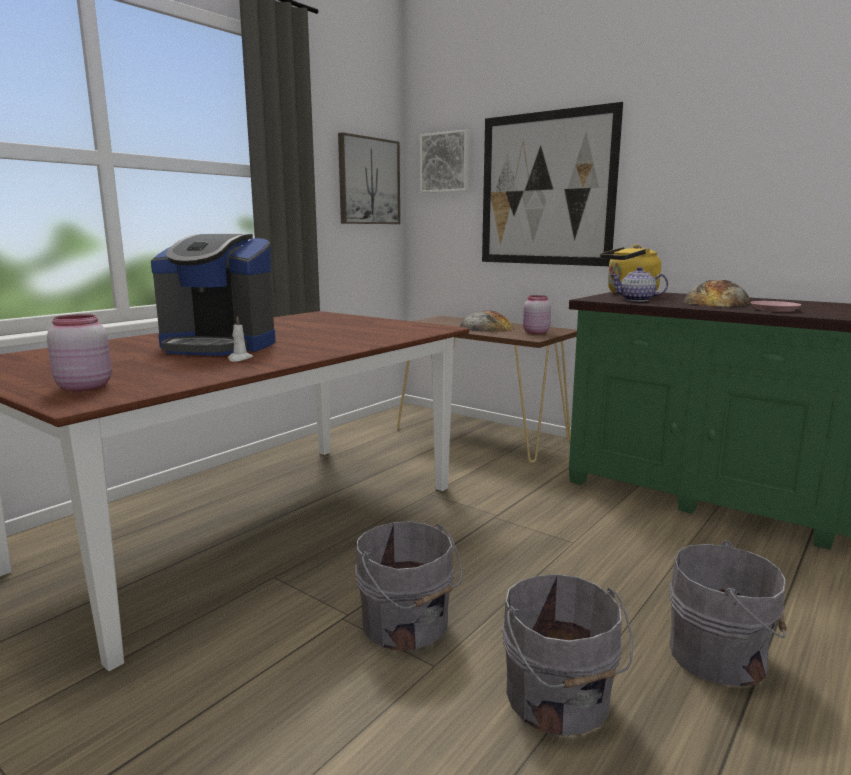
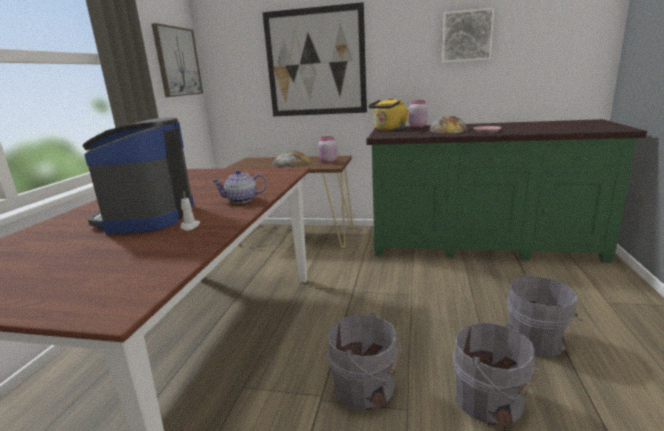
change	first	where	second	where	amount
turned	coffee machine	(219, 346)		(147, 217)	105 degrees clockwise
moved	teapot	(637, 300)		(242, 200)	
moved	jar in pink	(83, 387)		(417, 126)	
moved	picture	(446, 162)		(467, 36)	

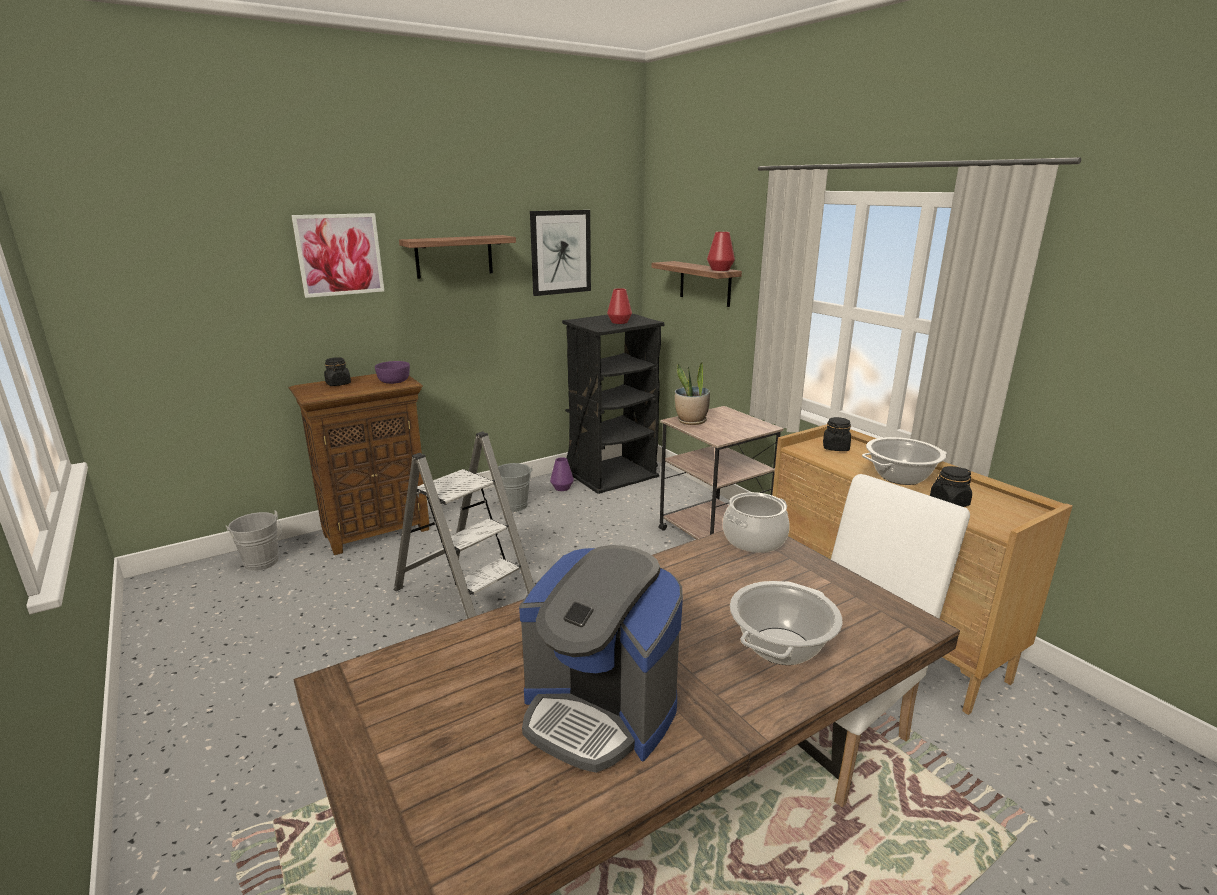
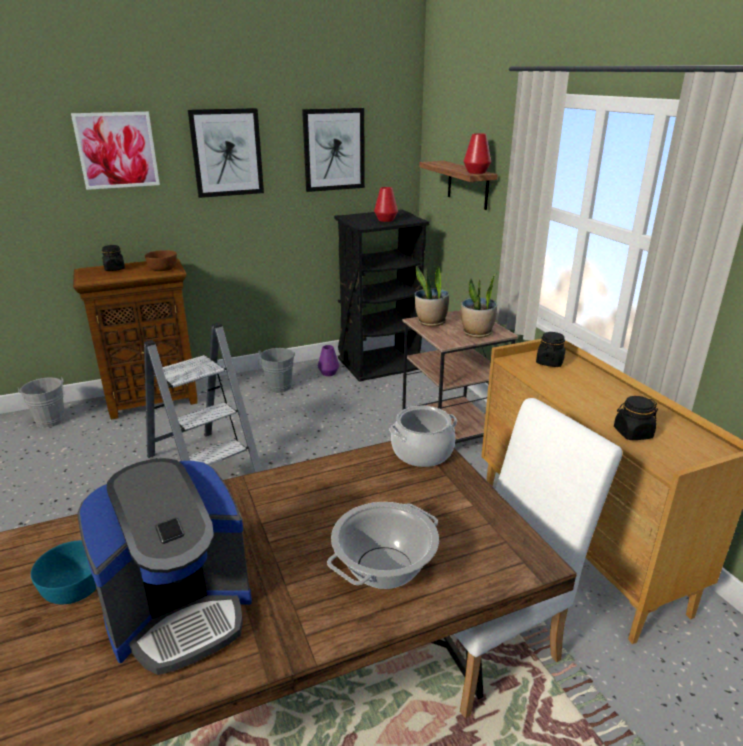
change	first	where	second	where	amount
added			bowl in turquoise	(74, 587)	
turned	coffee machine	(599, 711)		(180, 611)	75 degrees counterclockwise
recoloured	bowl in purple	(394, 381)	bowl in brown	(163, 268)	
replaced	shelf	(454, 256)	picture	(227, 153)	
added			potted plant	(477, 333)	
removed	cooking pot	(900, 477)			

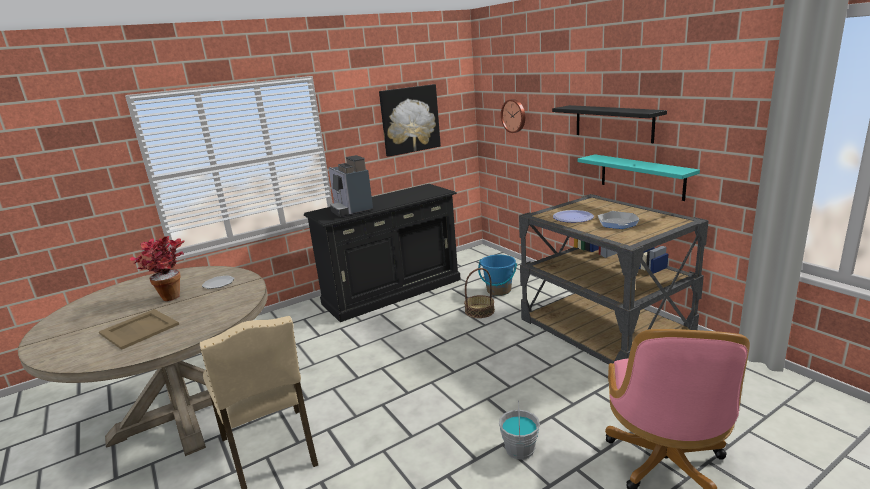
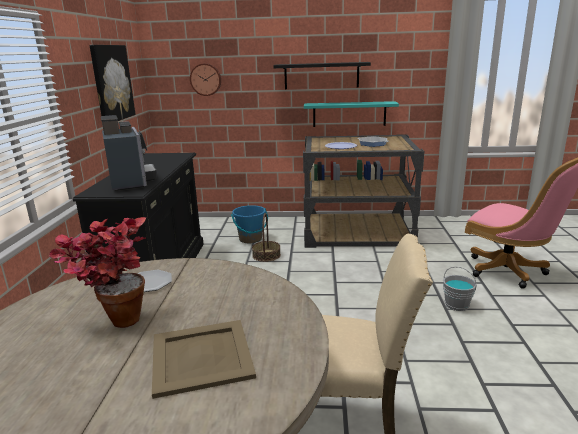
change	first	where	second	where	amount
turned	coffee machine	(351, 209)		(132, 182)	120 degrees counterclockwise

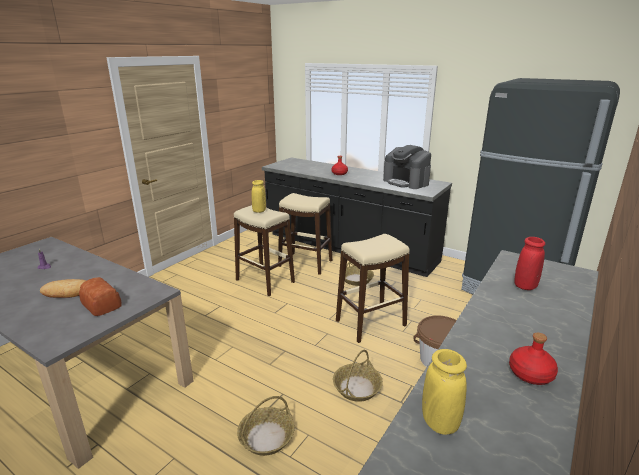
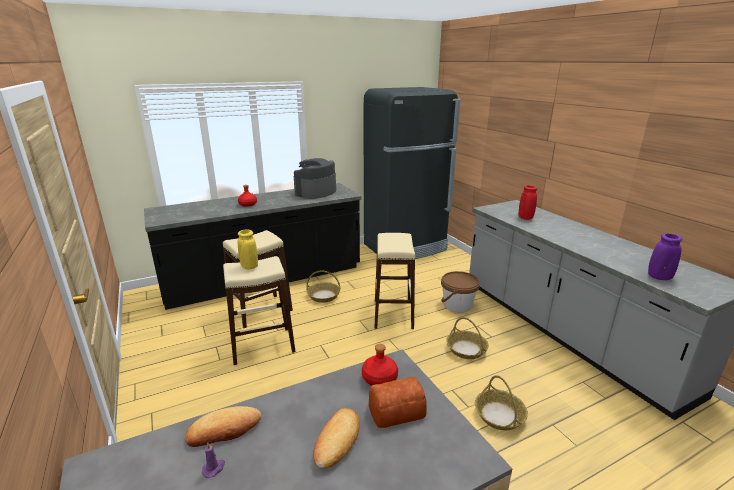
change	first	where	second	where	amount
added			bread	(224, 430)	
turned	coffee machine	(406, 182)		(316, 192)	135 degrees clockwise
moved	bottle in red	(530, 374)		(379, 378)	
recoloured	vase in yellow	(439, 422)	vase in purple	(659, 277)	

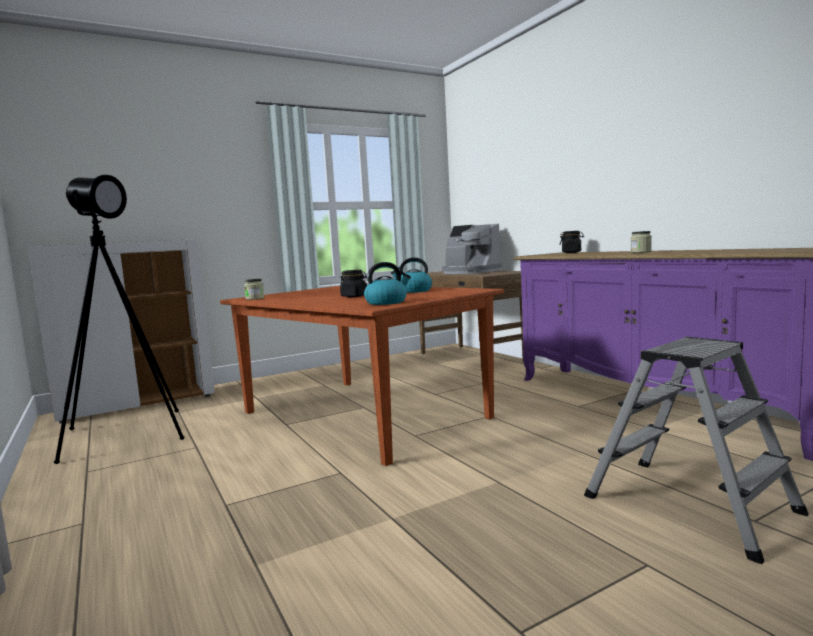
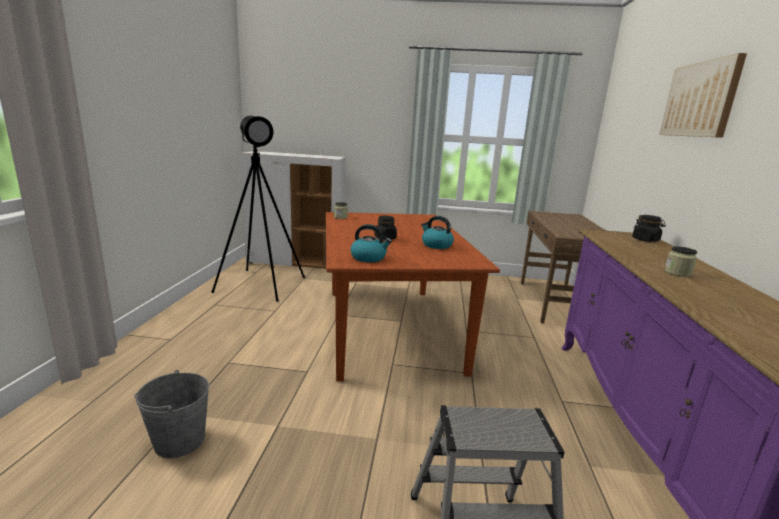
change	first	where	second	where	amount
added			bucket in grey	(179, 441)	
added			picture	(700, 100)	
removed	coffee machine	(469, 272)			

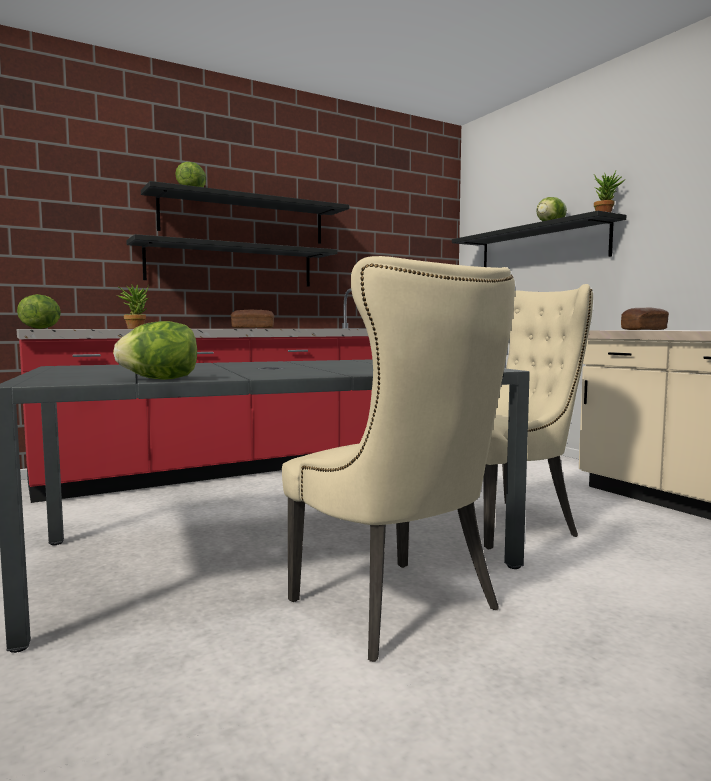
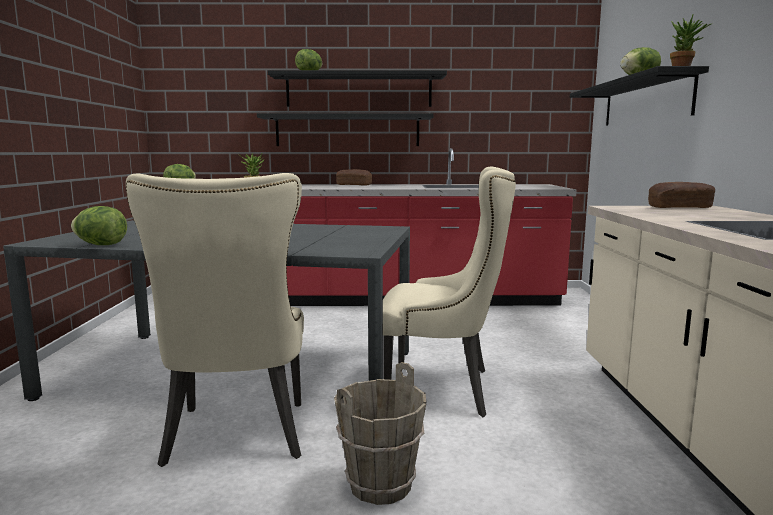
change	first	where	second	where	amount
added			bucket in brown	(381, 485)	

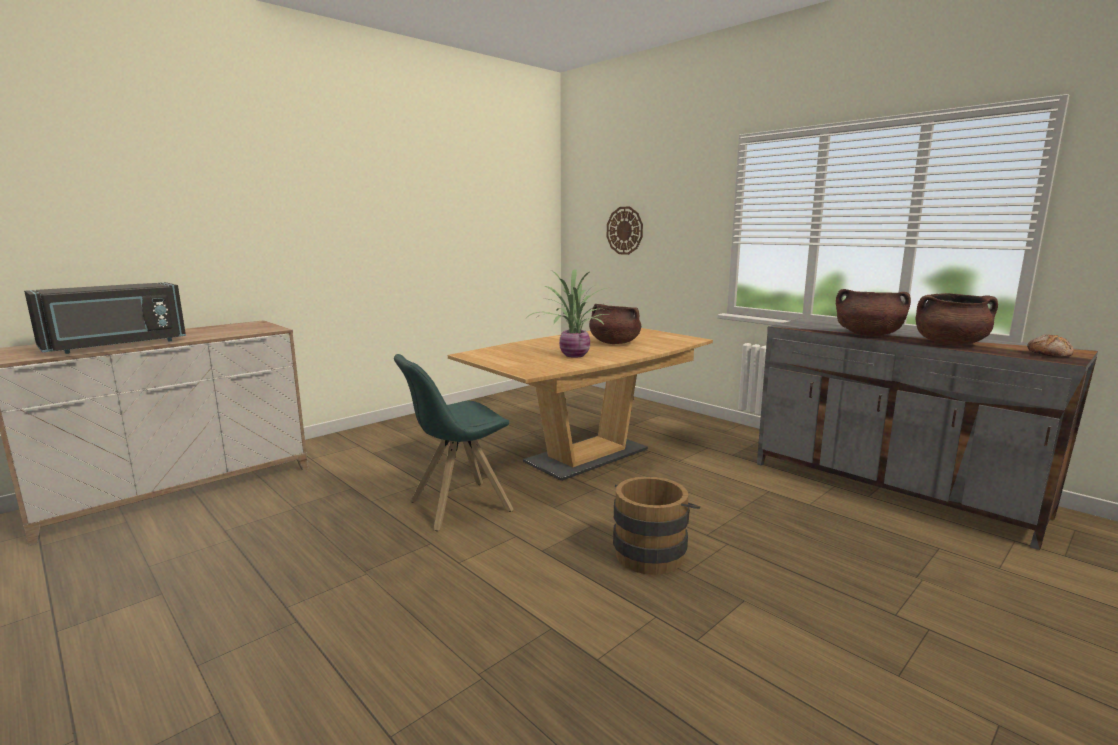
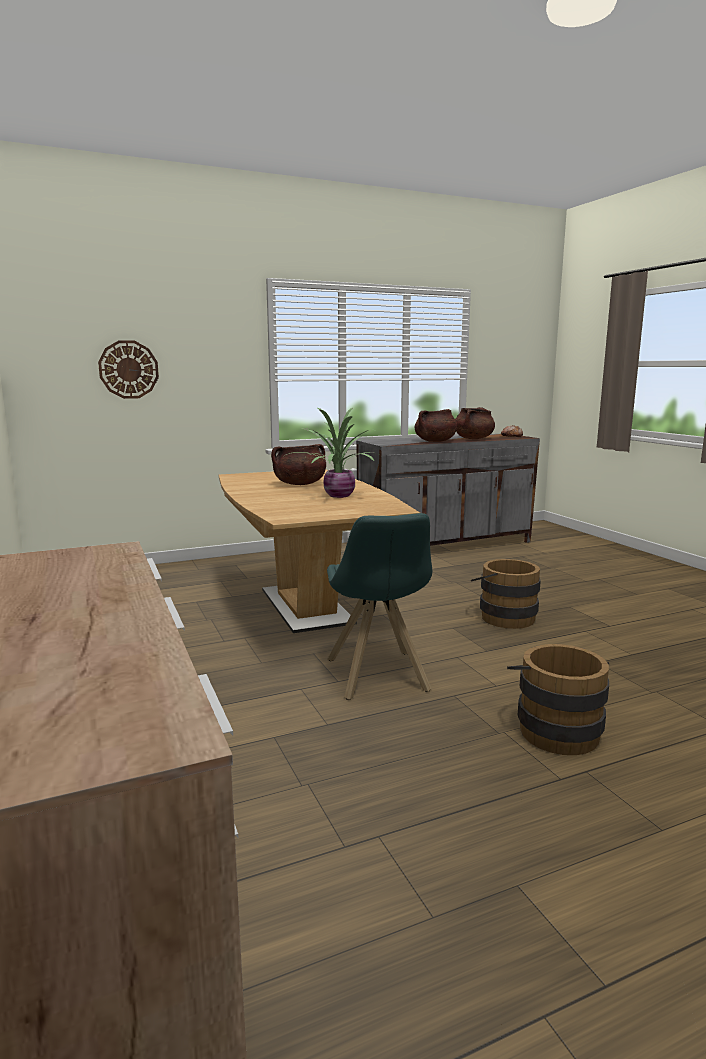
change	first	where	second	where	amount
added			bucket in brown	(555, 729)	
removed	microwave in black	(116, 346)			

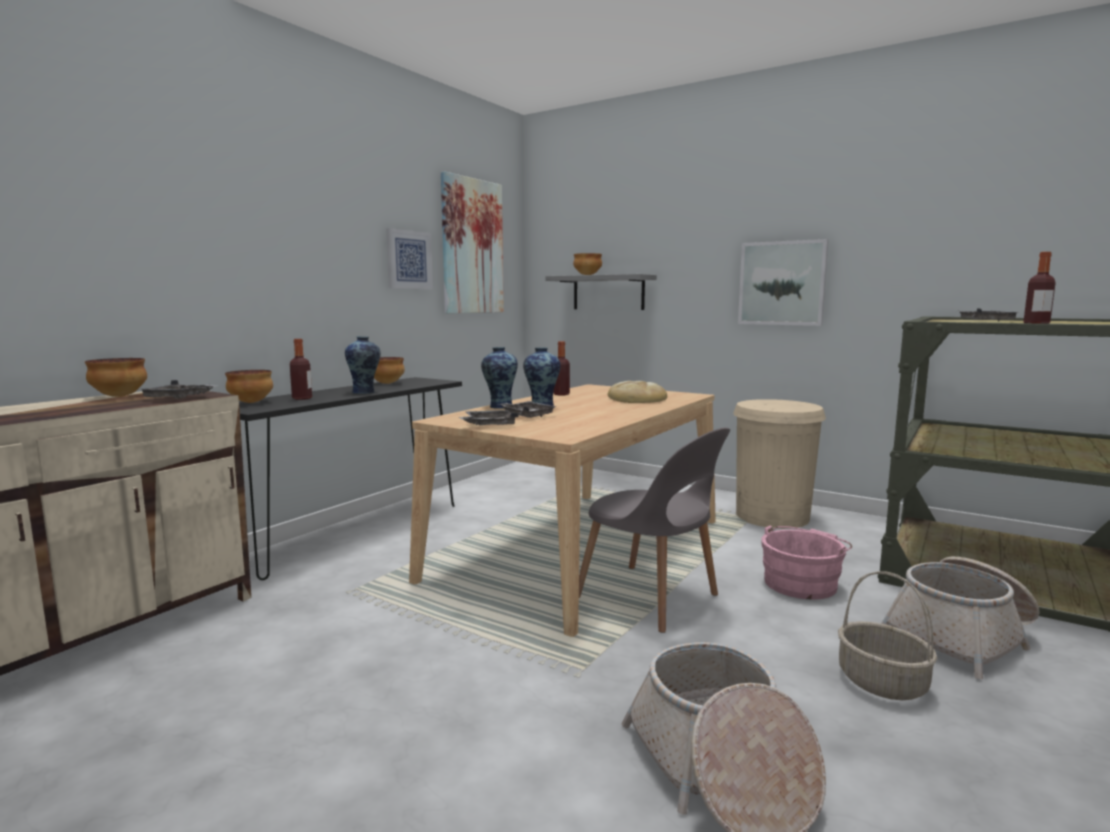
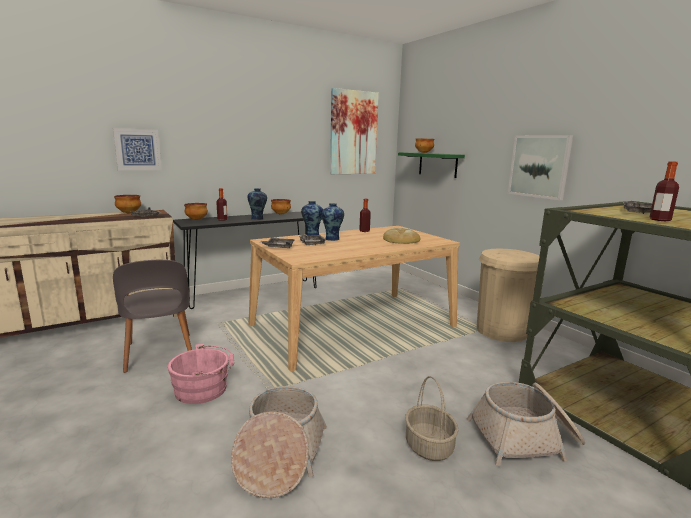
change	first	where	second	where	amount
moved	picture	(409, 260)		(137, 149)	
moved	chair in grey	(651, 598)		(159, 354)	
moved	bucket in pink	(802, 583)		(204, 389)	
recoloured	shelf in grey	(608, 292)	shelf in green	(437, 164)	

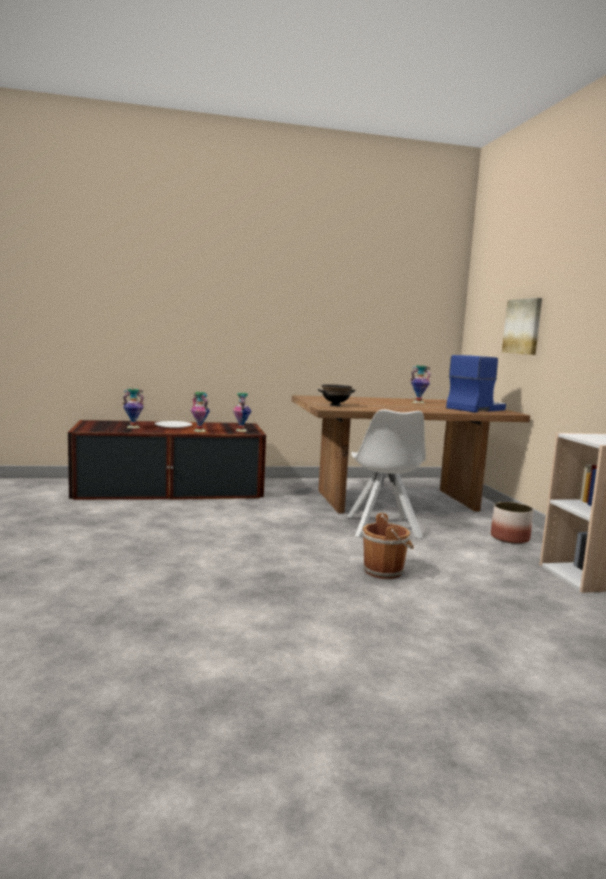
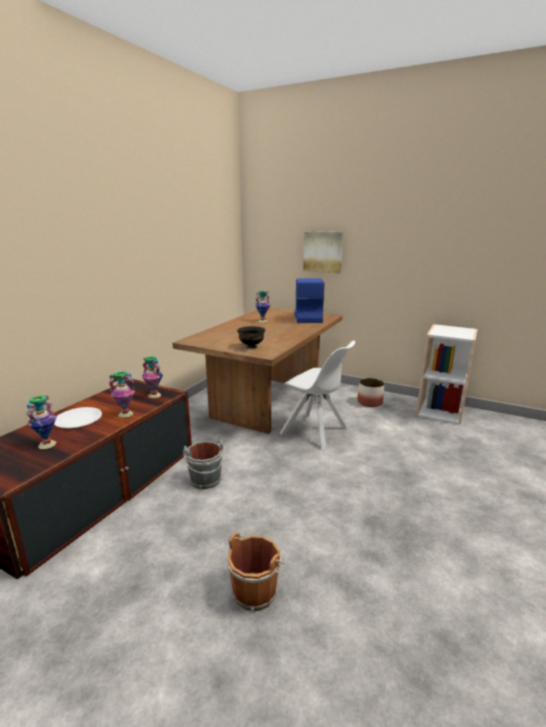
change	first	where	second	where	amount
added			bucket in grey	(206, 480)	
moved	bucket in brown	(385, 571)		(255, 590)	

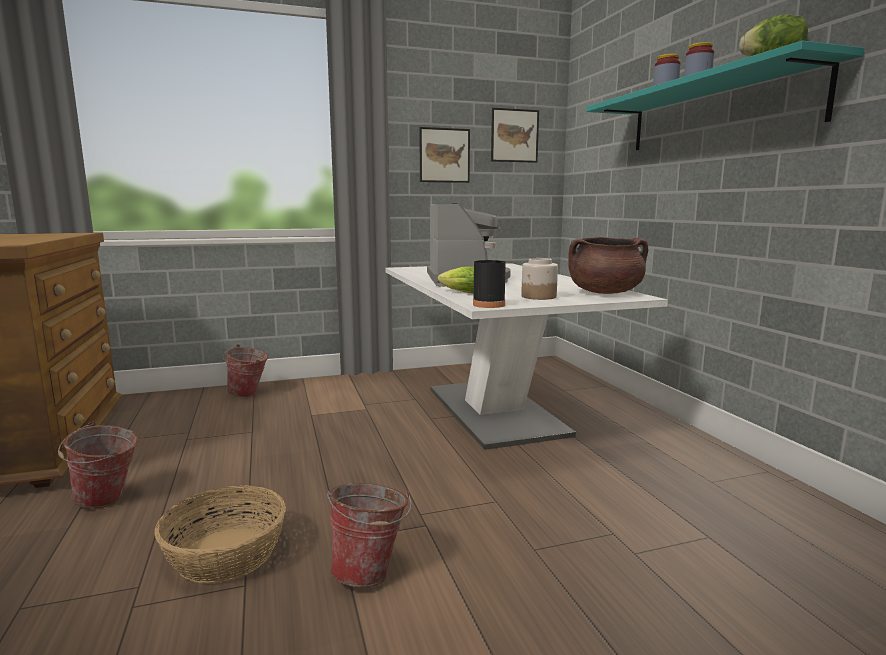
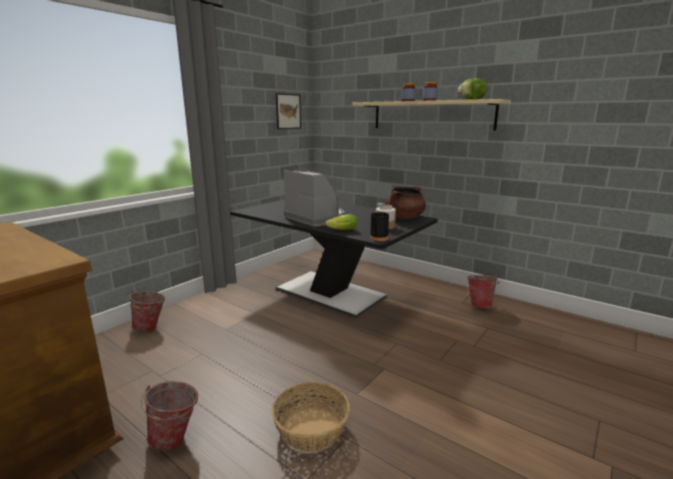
change	first	where	second	where	amount
recoloured	dining table in white	(494, 411)	dining table in black	(330, 293)	
recoloured	shelf in turquoise	(716, 112)	shelf in beige	(431, 115)	
moved	bucket	(371, 571)		(480, 305)	
removed	picture	(444, 155)			

